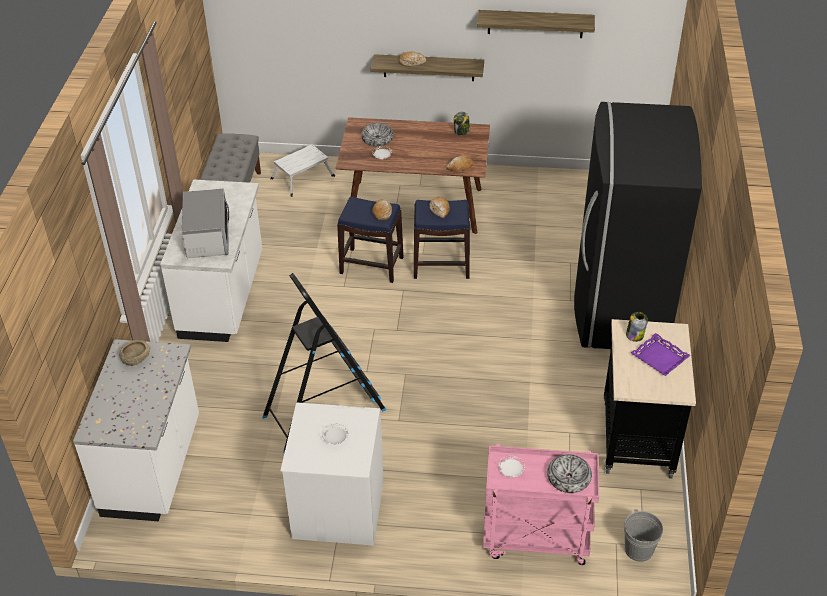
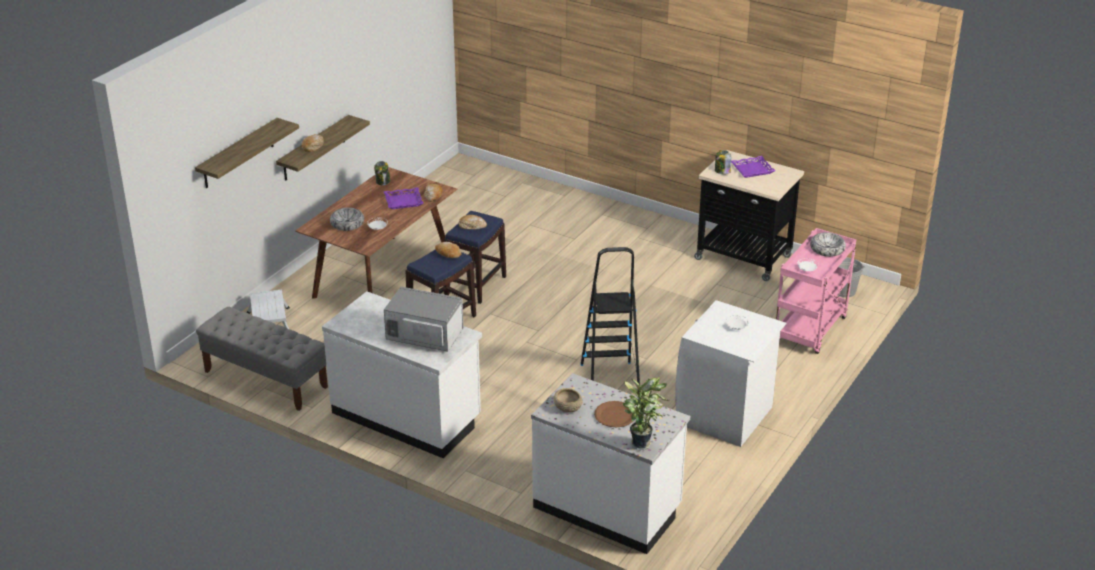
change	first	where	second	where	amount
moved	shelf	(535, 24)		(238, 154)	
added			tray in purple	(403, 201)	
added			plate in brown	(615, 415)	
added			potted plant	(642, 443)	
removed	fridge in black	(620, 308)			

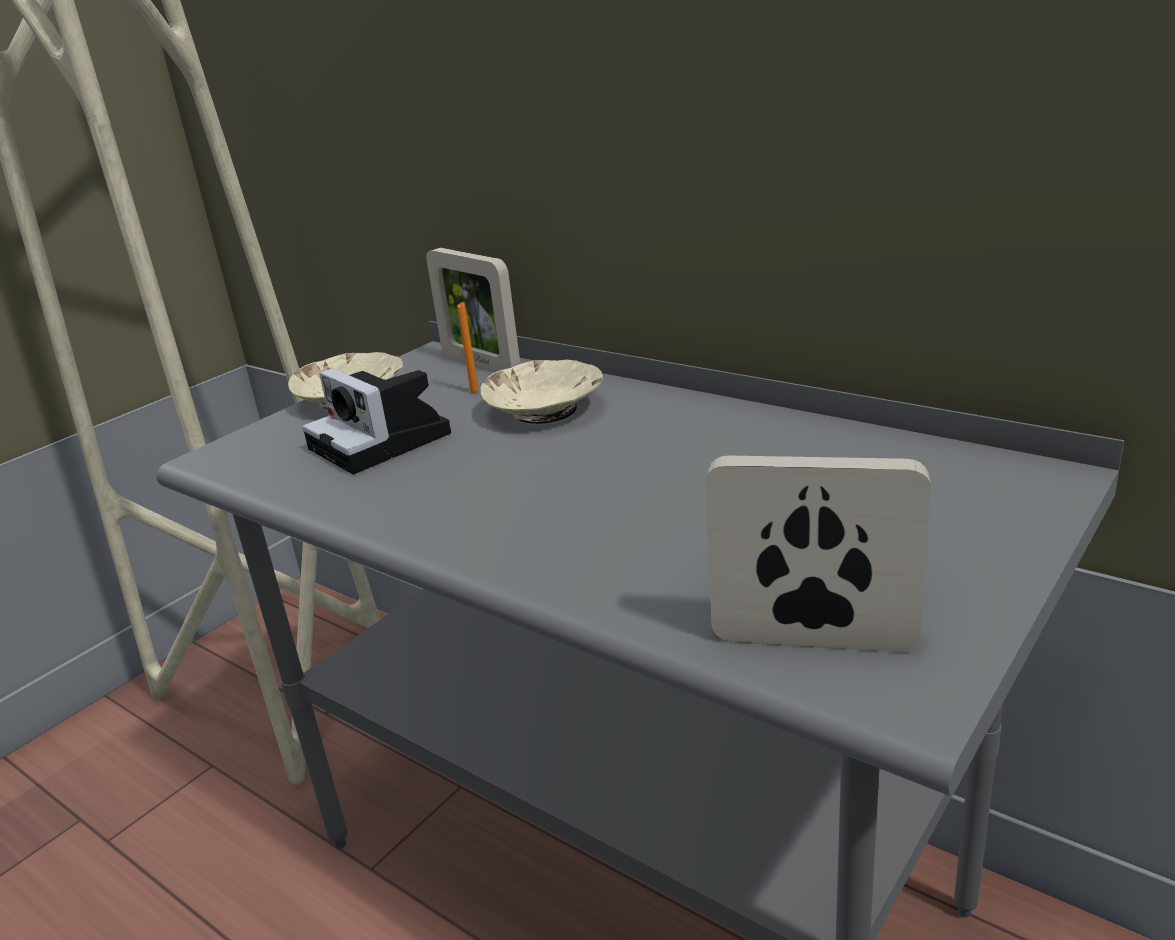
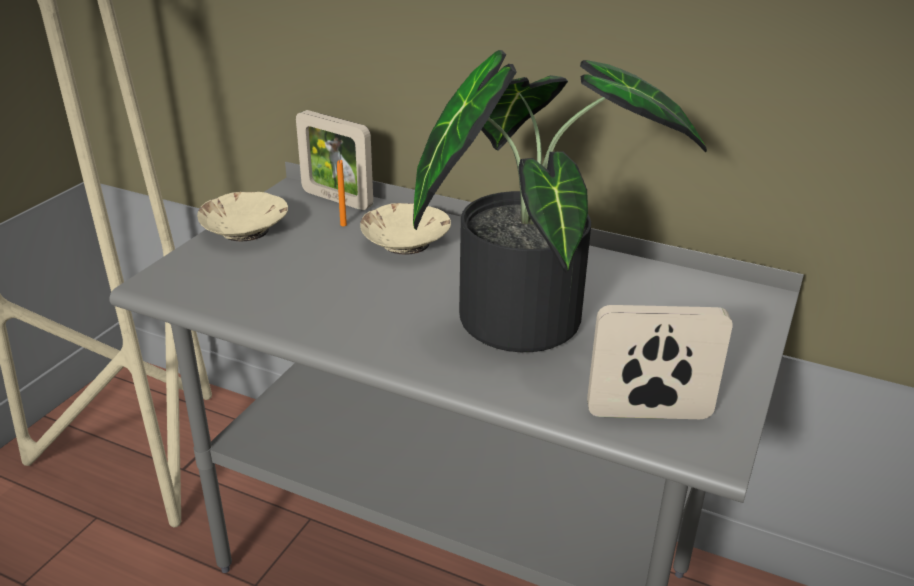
change	first	where	second	where	amount
added			potted plant	(525, 312)	
removed	photo camera	(384, 442)			

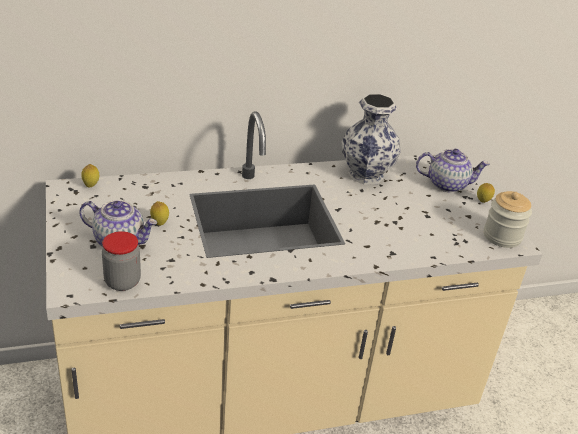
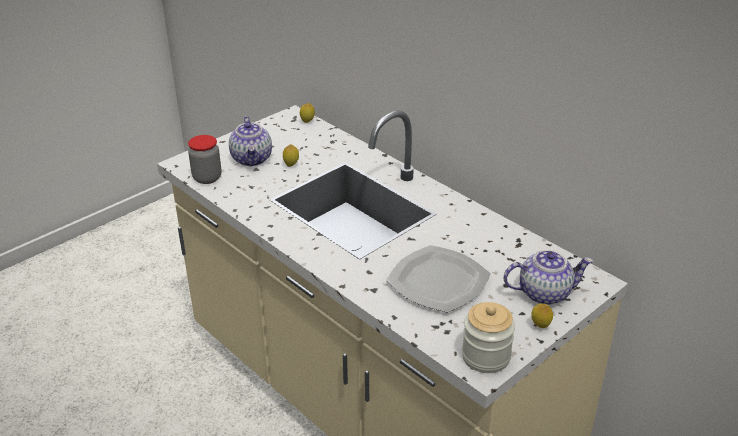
change	first	where	second	where	amount
added			plate	(439, 281)	
turned	teapot	(447, 184)		(544, 292)	75 degrees counterclockwise
removed	vase	(367, 175)			

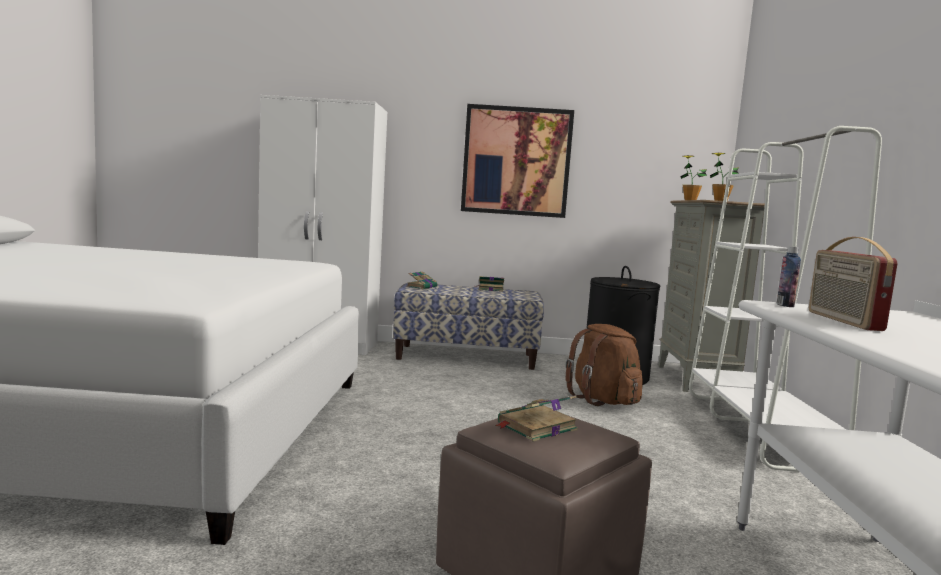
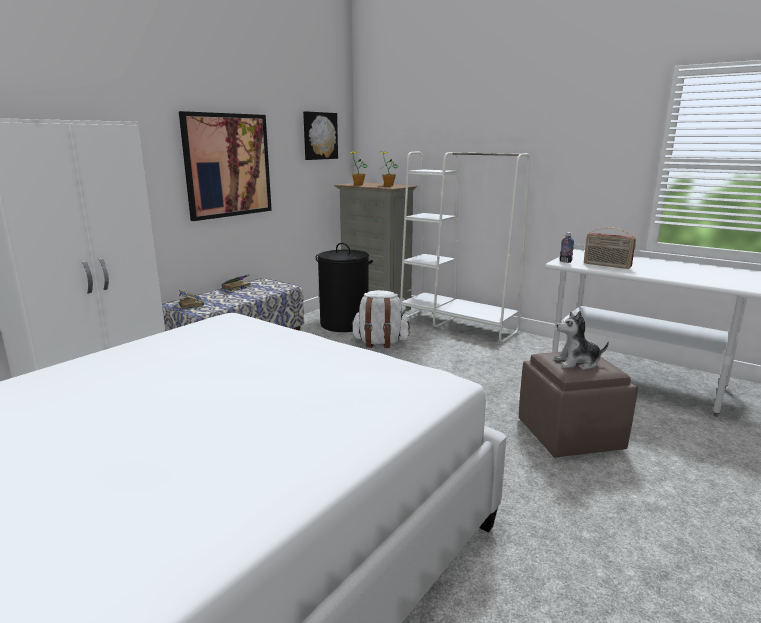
change	first	where	second	where	amount
added			picture	(319, 136)	
recoloured	backpack in brown	(602, 400)	backpack in white	(380, 343)	
replaced	book	(535, 427)	plush toy	(577, 363)	

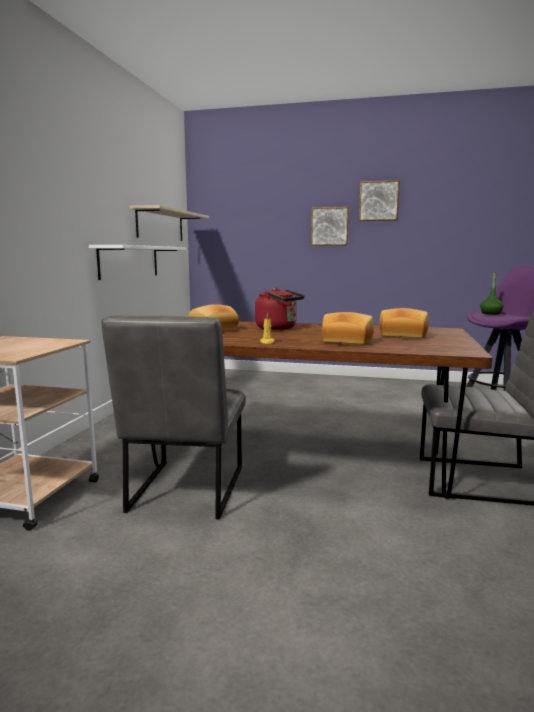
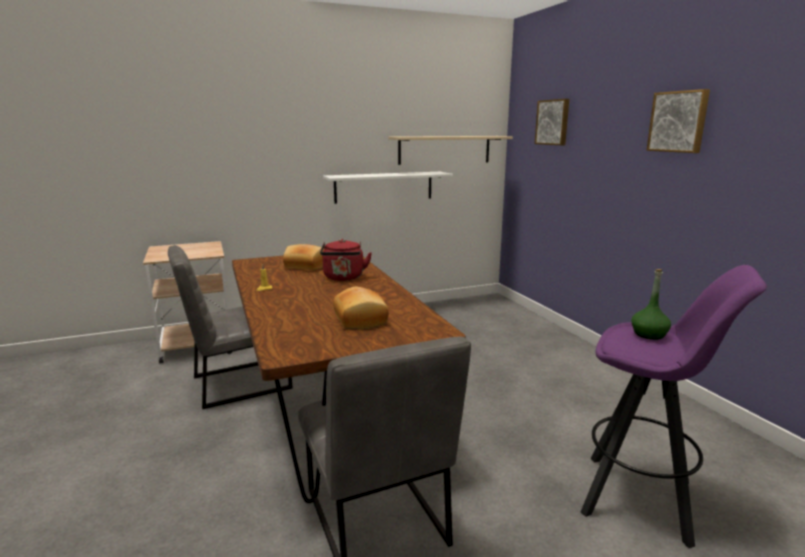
change	first	where	second	where	amount
moved	picture	(330, 226)		(553, 122)	
removed	bread	(347, 341)			

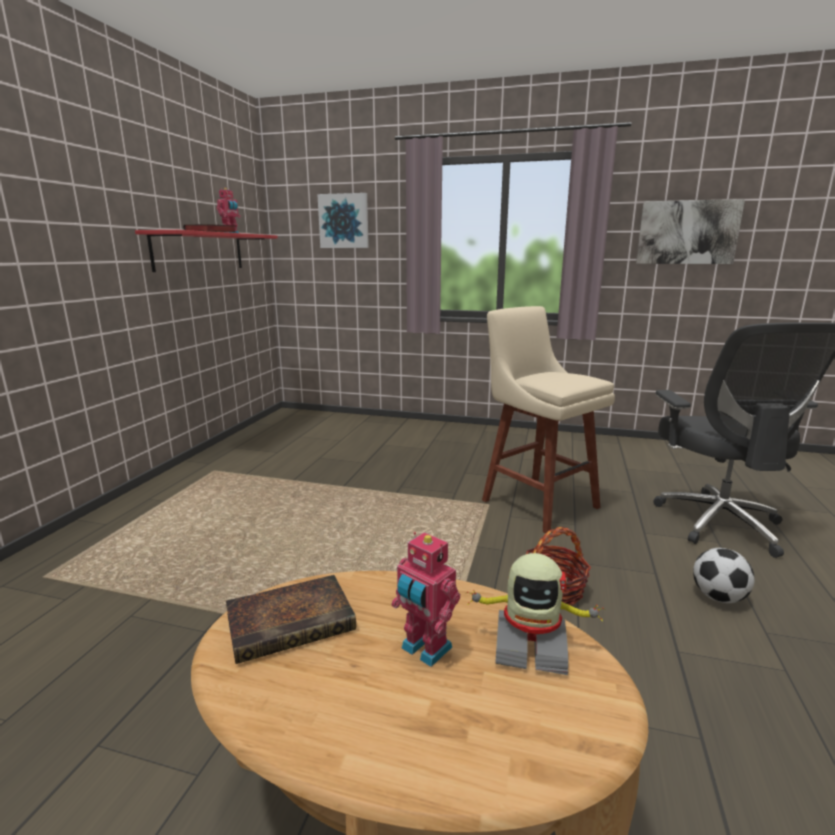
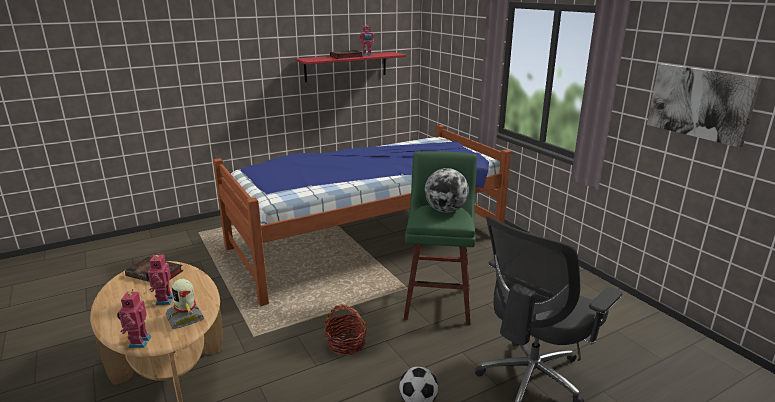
change	first	where	second	where	amount
added			toy robot	(138, 342)	
added			bed	(366, 241)	
recoloured	stool in beige	(538, 502)	stool in green	(438, 301)	
added			globe	(445, 210)	
removed	picture	(344, 221)			

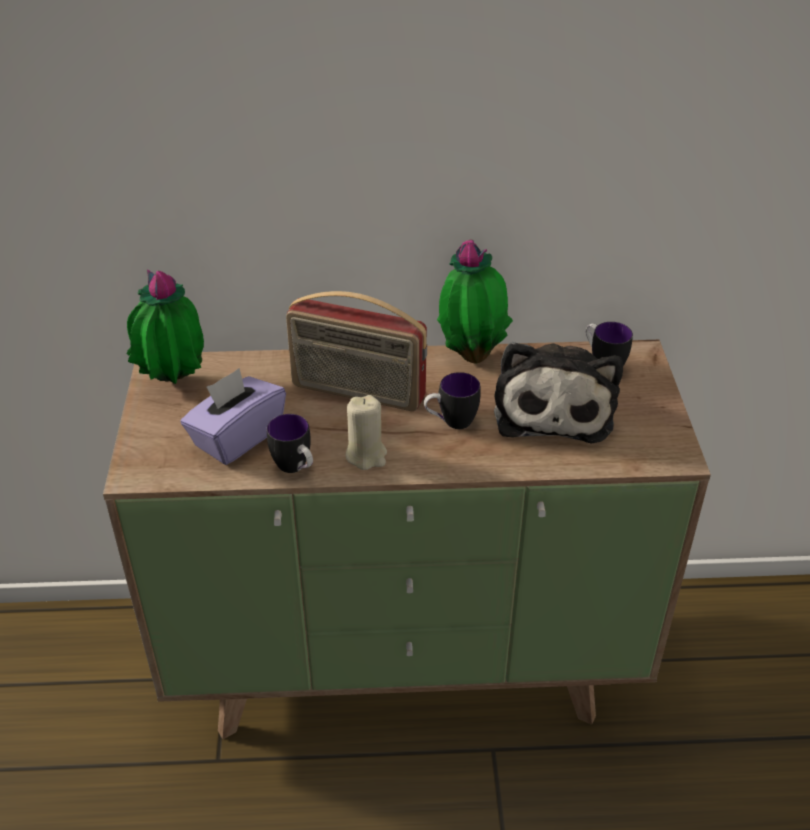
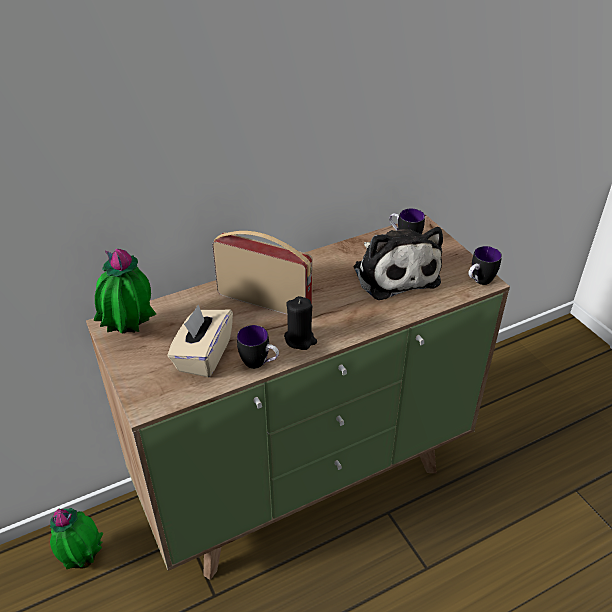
change	first	where	second	where	amount
moved	potted plant	(472, 355)		(83, 559)	
recoloured	tissue box in purple	(237, 437)	tissue box in beige	(203, 356)	
turned	radio	(357, 393)		(265, 301)	150 degrees counterclockwise
recoloured	candle in beige	(366, 455)	candle in black	(300, 339)	
moved	mug	(450, 422)		(479, 282)	

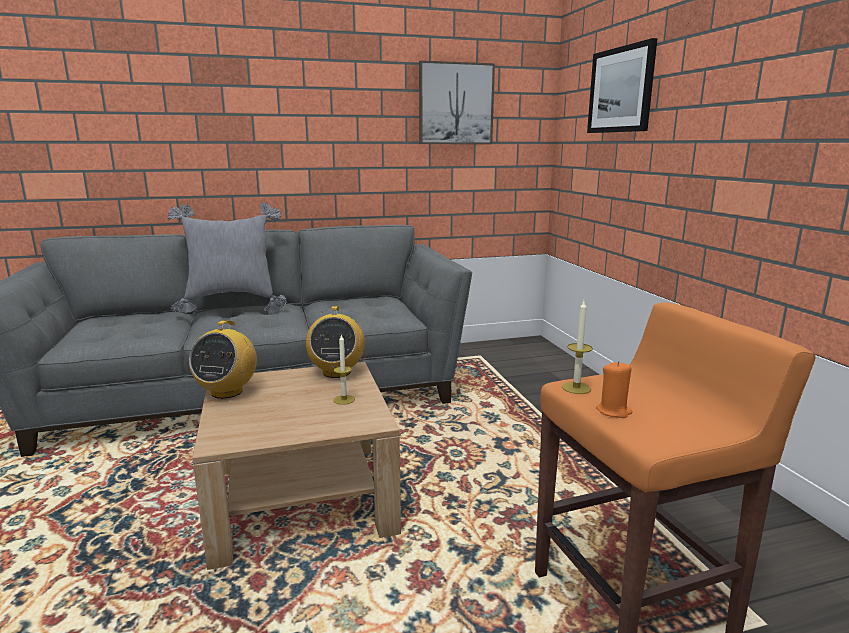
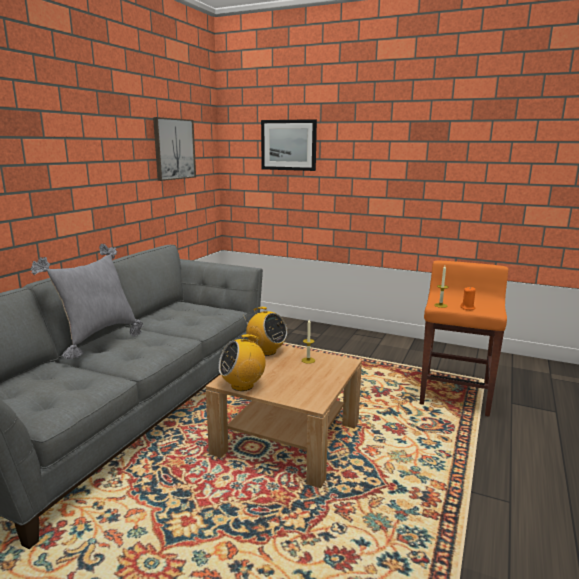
change	first	where	second	where	amount
turned	radio	(227, 392)		(242, 385)	105 degrees clockwise

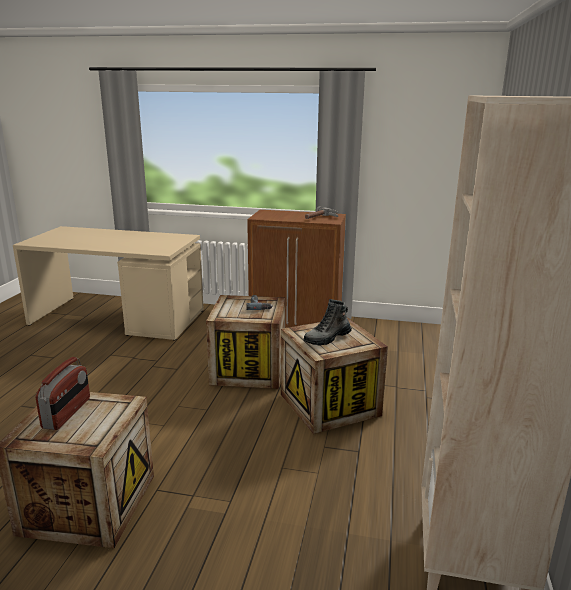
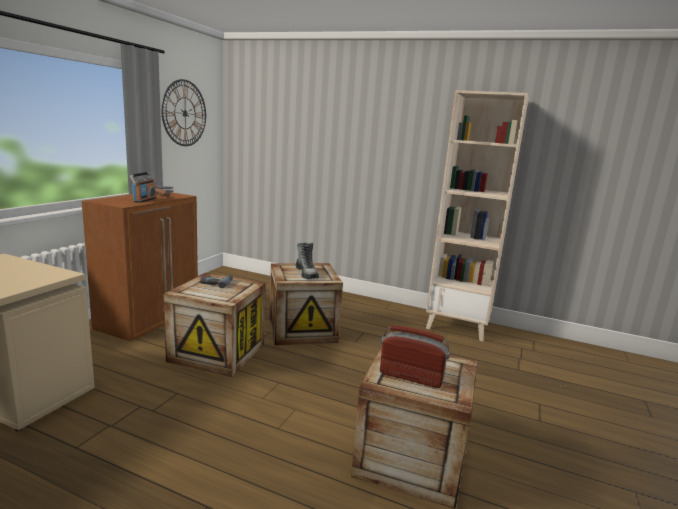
change	first	where	second	where	amount
added			radio	(144, 200)	
added			wall clock	(184, 113)	

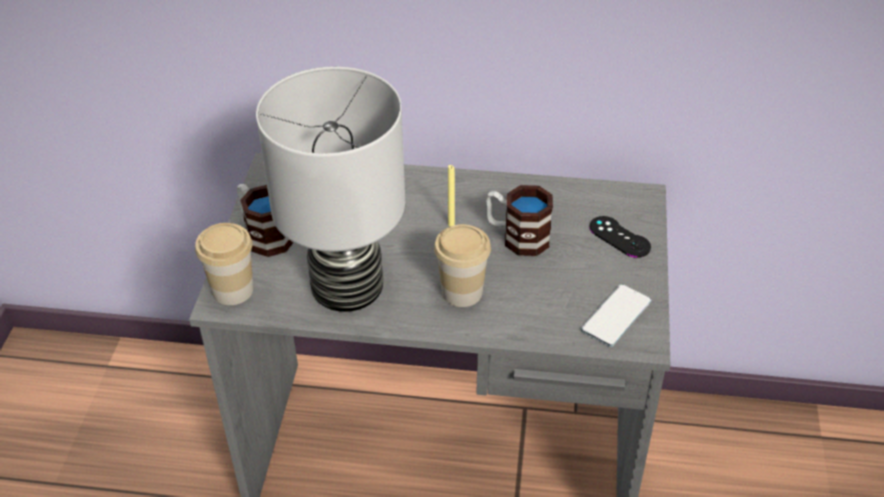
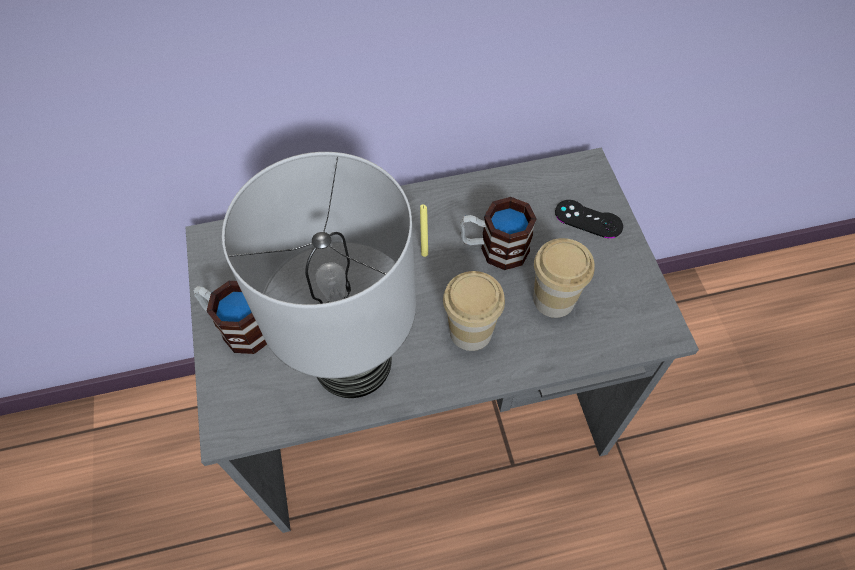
change	first	where	second	where	amount
moved	cup	(232, 290)		(554, 299)	
removed	phone	(616, 315)			

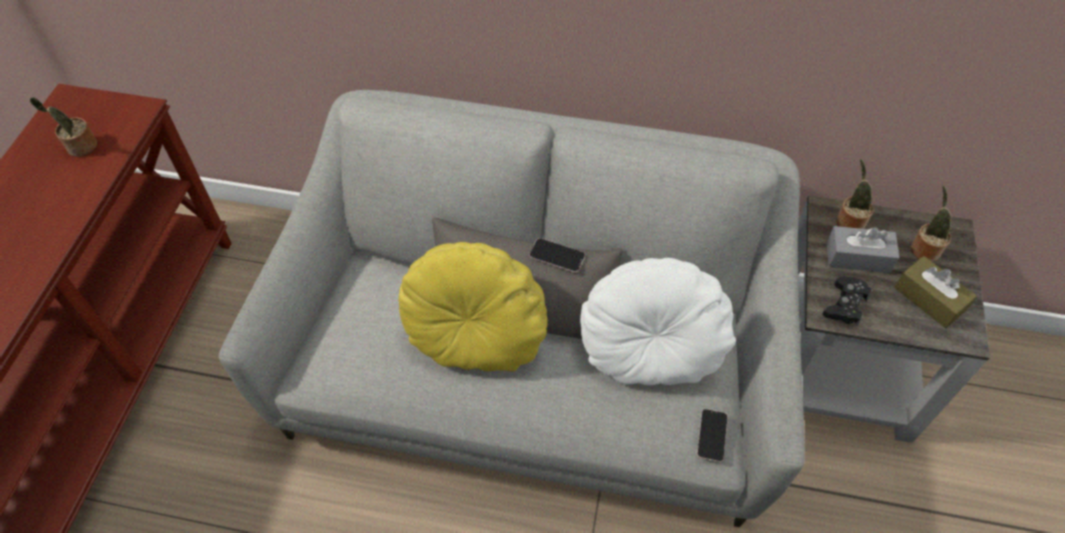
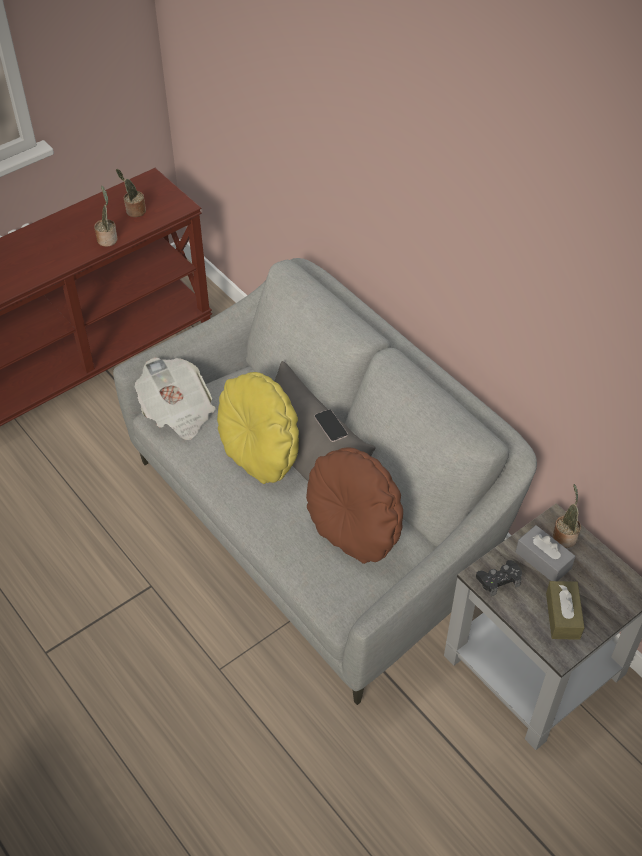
change	first	where	second	where	amount
moved	potted plant	(923, 248)		(107, 238)	
added			newspaper	(177, 412)	
recoloured	pillow in white	(649, 359)	pillow in brown	(353, 534)	
removed	phone	(712, 435)			

